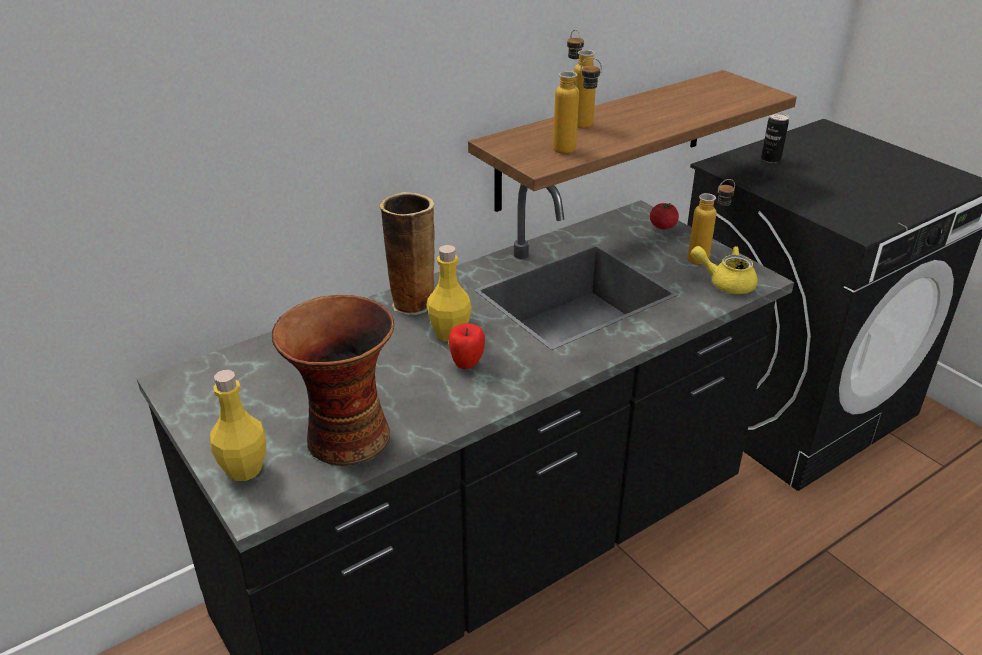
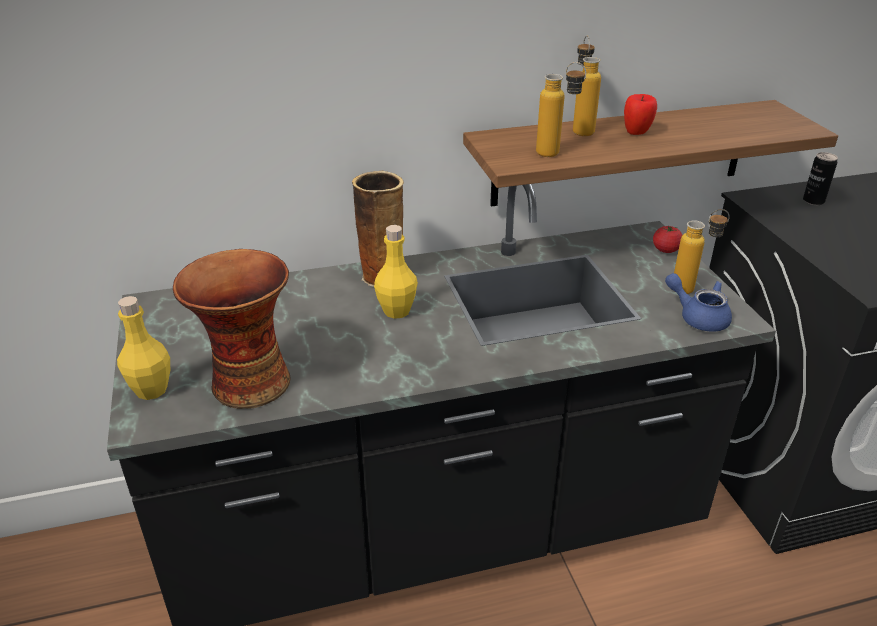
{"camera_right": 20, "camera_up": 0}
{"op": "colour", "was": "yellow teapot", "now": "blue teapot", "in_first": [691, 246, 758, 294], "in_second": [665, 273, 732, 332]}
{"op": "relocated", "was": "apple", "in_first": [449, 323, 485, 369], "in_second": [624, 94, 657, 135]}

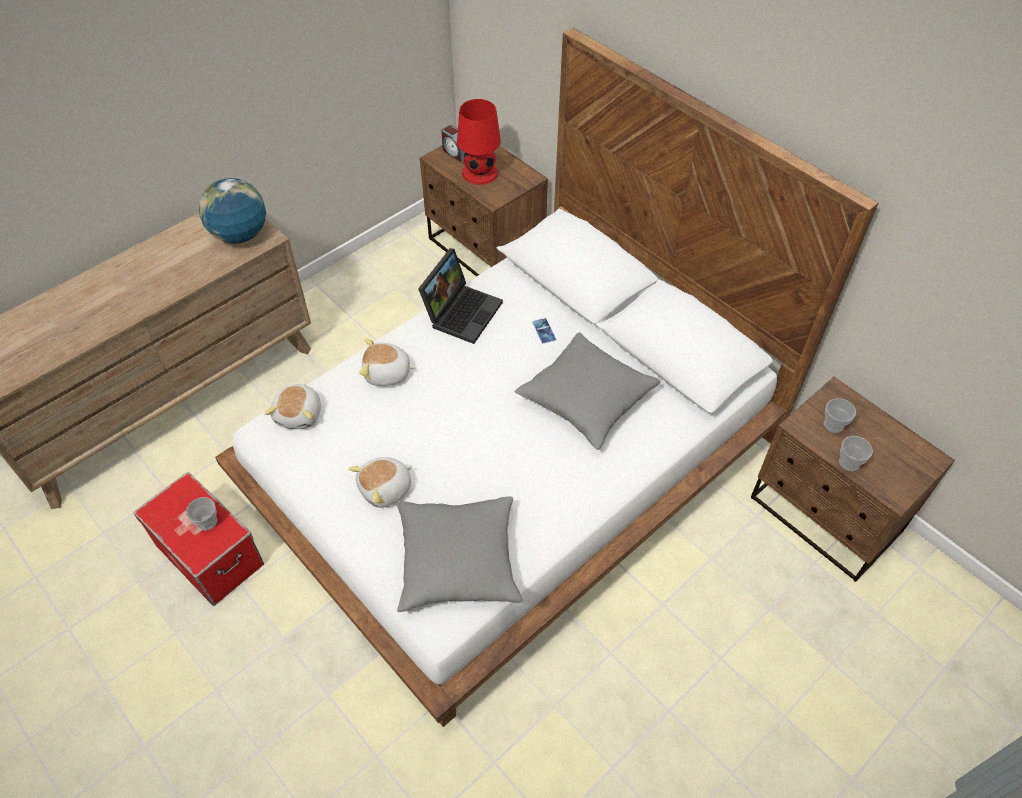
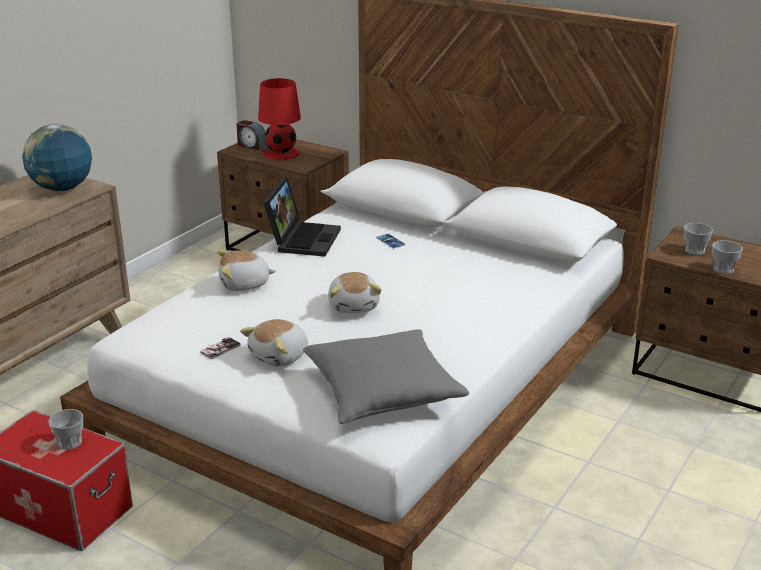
{"camera_right": -15, "camera_up": -25}
{"op": "missing", "was": "grey pillow", "in_first": [515, 332, 660, 450]}
{"op": "relocated", "was": "plush toy", "in_first": [264, 383, 321, 429], "in_second": [328, 272, 382, 313]}
{"op": "appeared", "now": "phone", "in_second": [200, 337, 241, 359]}

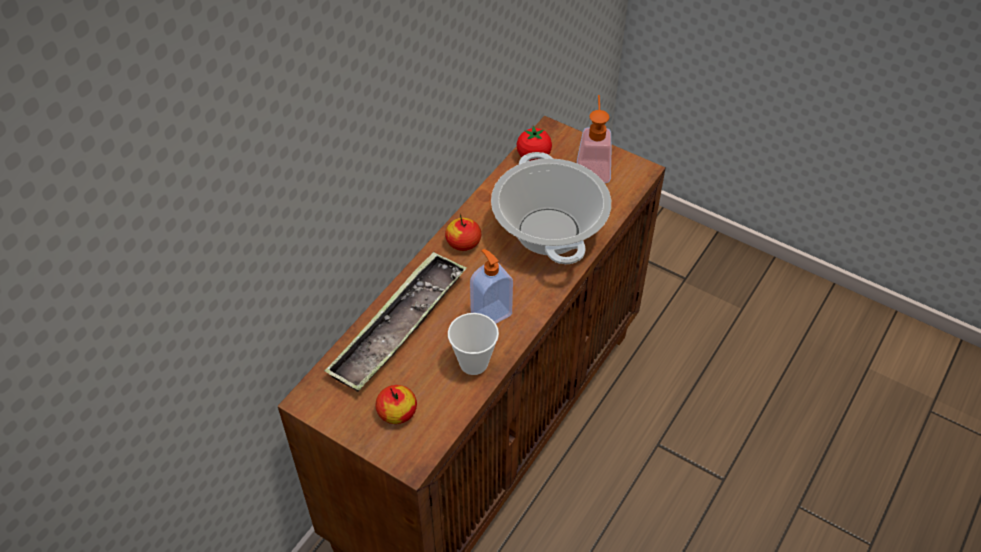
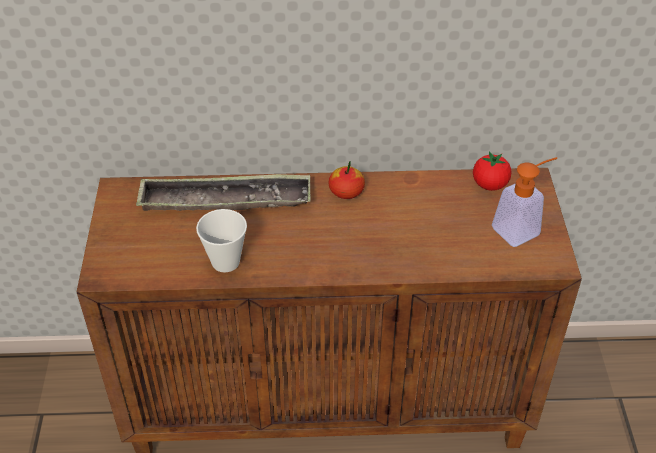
{"camera_right": 55, "camera_up": -5}
{"op": "missing", "was": "cooking pot", "in_first": [491, 152, 611, 264]}
{"op": "missing", "was": "soap dispenser", "in_first": [470, 249, 513, 324]}
{"op": "missing", "was": "apple", "in_first": [375, 385, 417, 424]}

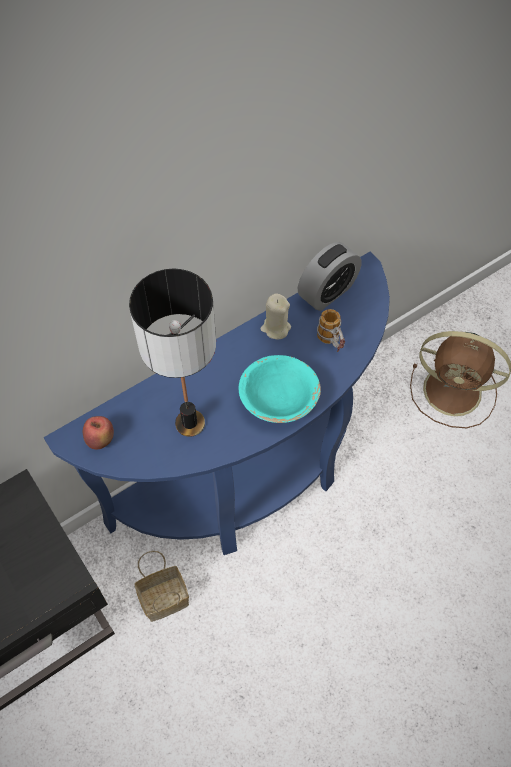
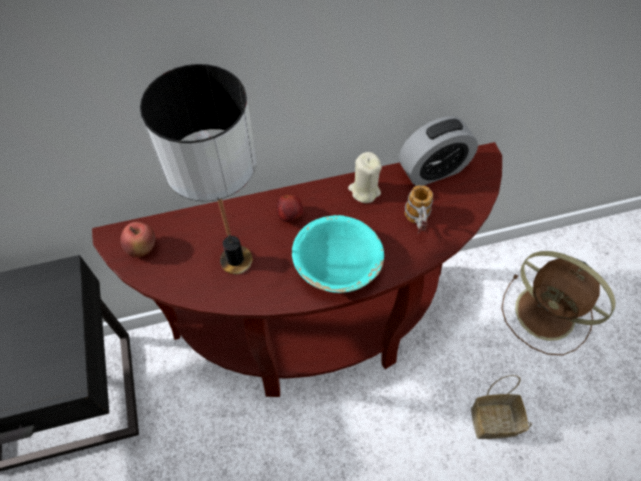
{"camera_right": 20, "camera_up": 0}
{"op": "colour", "was": "blue console table", "now": "brown console table", "in_first": [44, 251, 390, 555], "in_second": [92, 142, 502, 397]}
{"op": "relocated", "was": "basket", "in_first": [134, 551, 189, 622], "in_second": [471, 375, 532, 439]}
{"op": "appeared", "now": "apple", "in_second": [277, 195, 303, 222]}

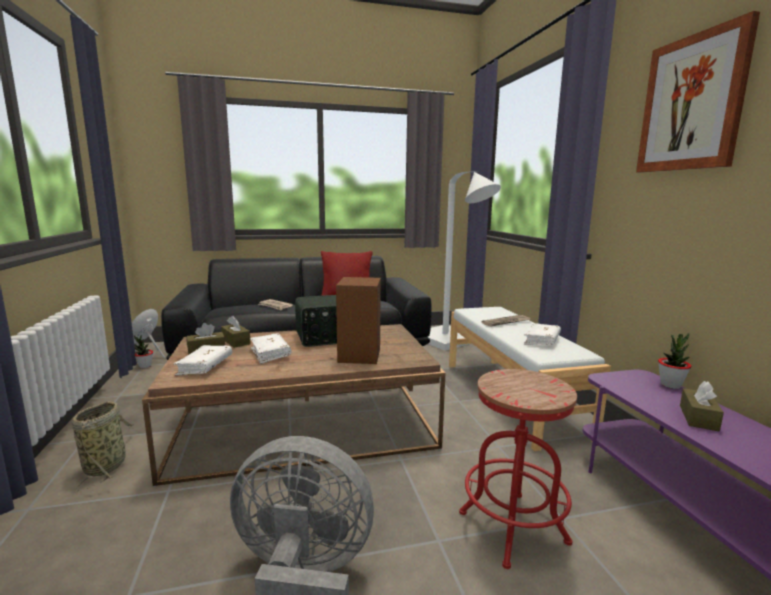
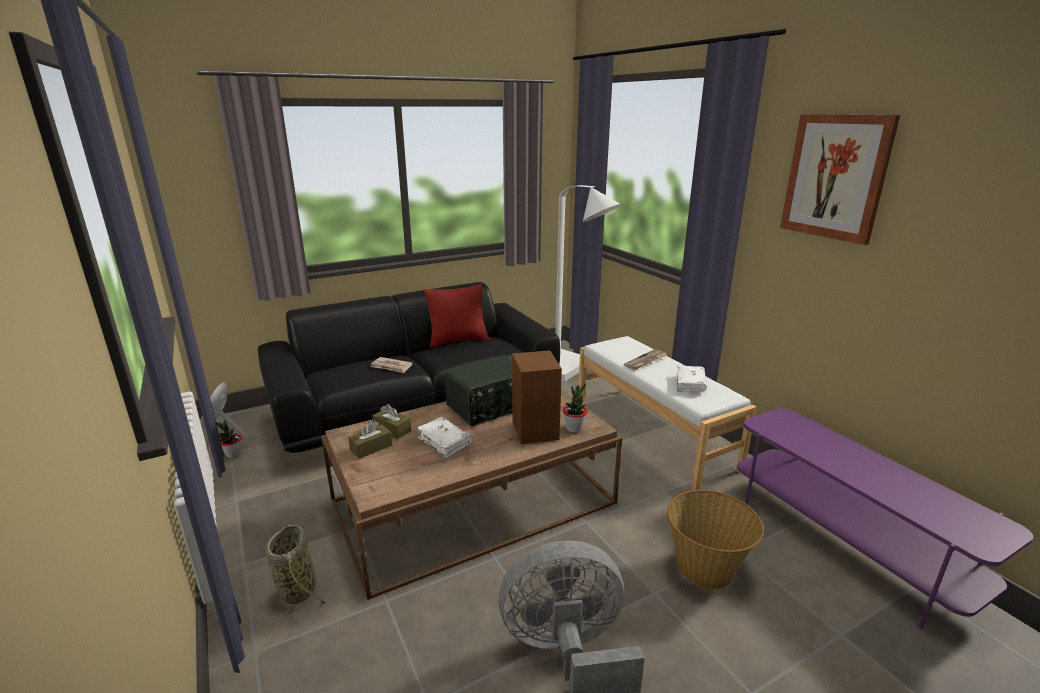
{"camera_right": -15, "camera_up": 10}
{"op": "relocated", "was": "potted plant", "in_first": [658, 333, 691, 389], "in_second": [563, 384, 587, 433]}
{"op": "missing", "was": "white book", "in_first": [173, 345, 232, 376]}
{"op": "exchanged", "was": "red stool", "now": "basket", "in_first": [459, 369, 577, 569], "in_second": [667, 490, 764, 589]}
{"op": "missing", "was": "brown tissue box", "in_first": [680, 381, 724, 431]}

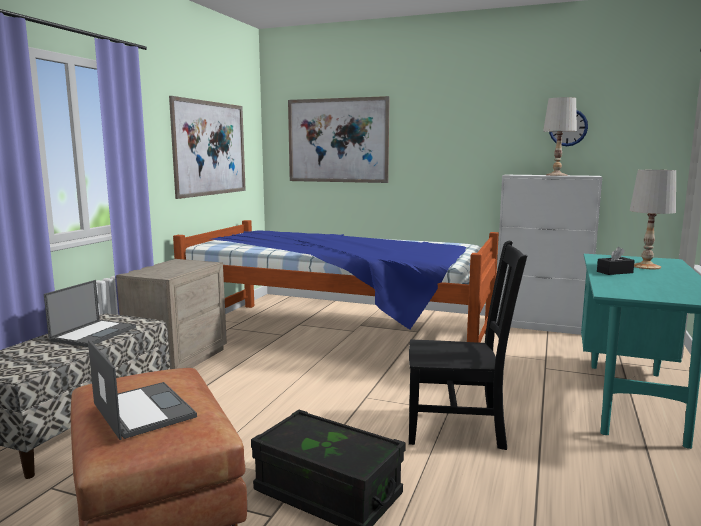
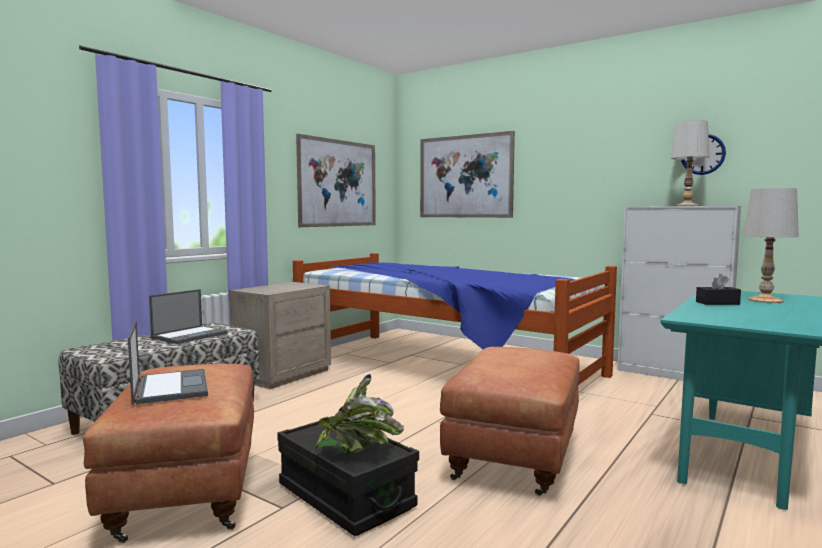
{"camera_right": 15, "camera_up": -5}
{"op": "exchanged", "was": "black chair", "now": "brown ottoman", "in_first": [409, 241, 527, 450], "in_second": [440, 347, 580, 496]}
{"op": "appeared", "now": "potted plant", "in_second": [311, 375, 404, 454]}

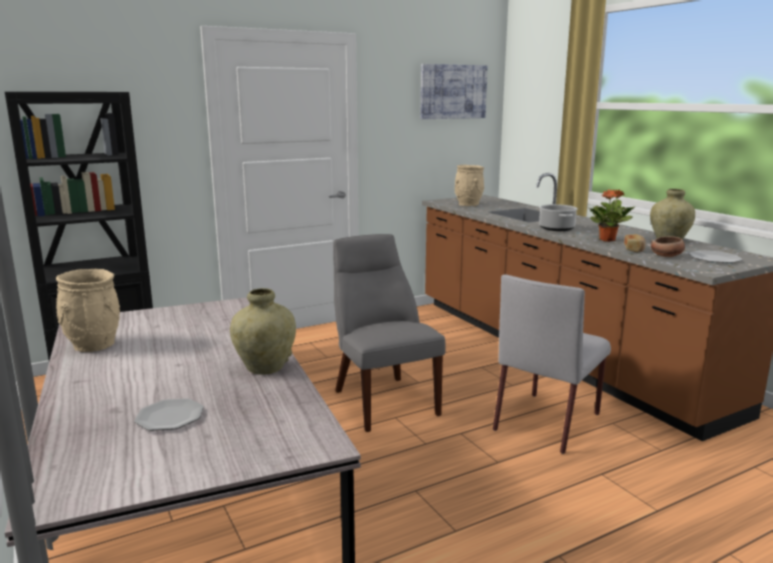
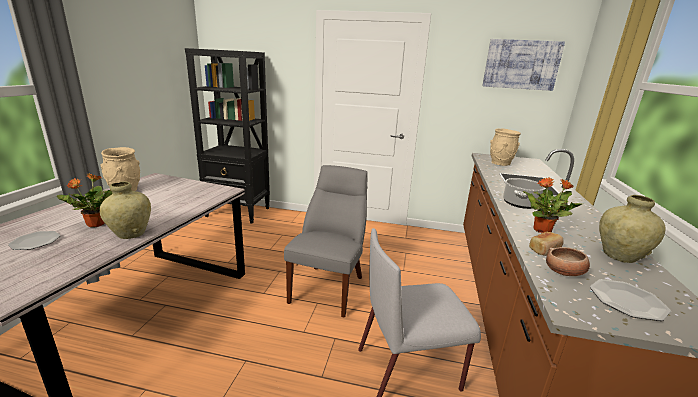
{"camera_right": 40, "camera_up": 5}
{"op": "appeared", "now": "potted plant", "in_second": [57, 173, 112, 227]}

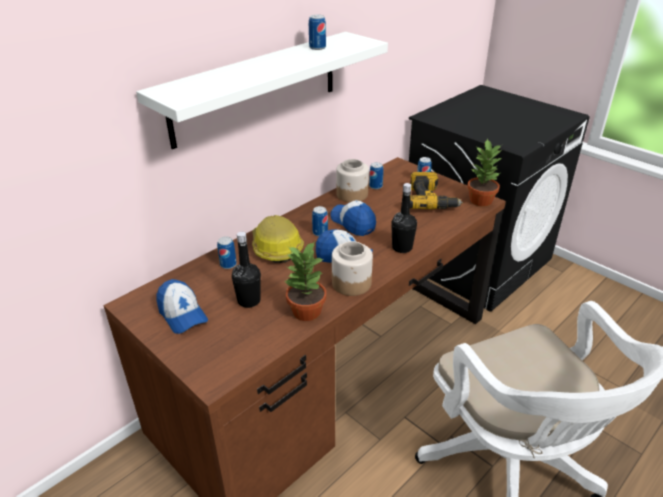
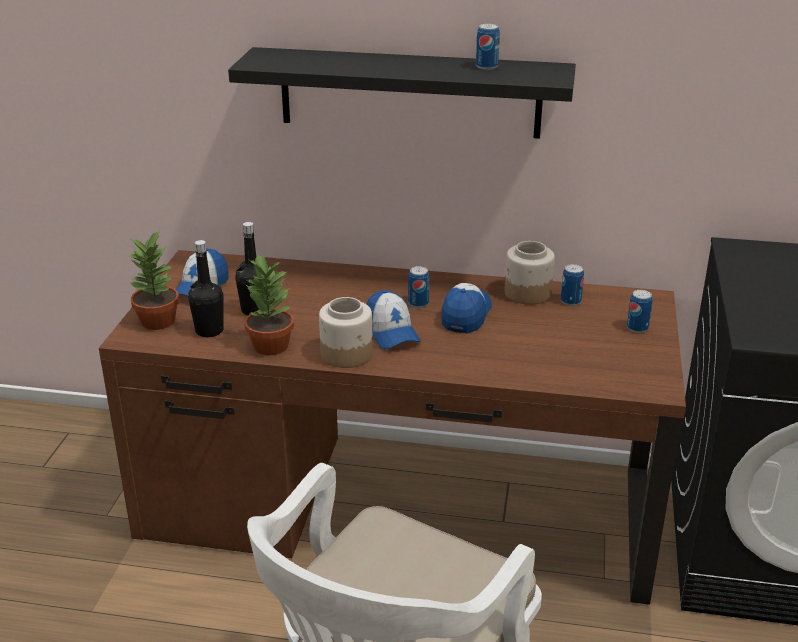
{"camera_right": 55, "camera_up": -5}
{"op": "colour", "was": "white shelf", "now": "black shelf", "in_first": [136, 32, 388, 149], "in_second": [228, 47, 576, 139]}
{"op": "relocated", "was": "potted plant", "in_first": [467, 139, 502, 207], "in_second": [128, 230, 179, 330]}
{"op": "missing", "was": "power drill", "in_first": [410, 172, 463, 209]}
{"op": "relocated", "was": "black bottle", "in_first": [391, 183, 417, 253], "in_second": [188, 240, 224, 337]}
{"op": "missing", "was": "hard hat", "in_first": [252, 215, 304, 263]}
{"op": "missing", "was": "can", "in_first": [217, 236, 237, 269]}

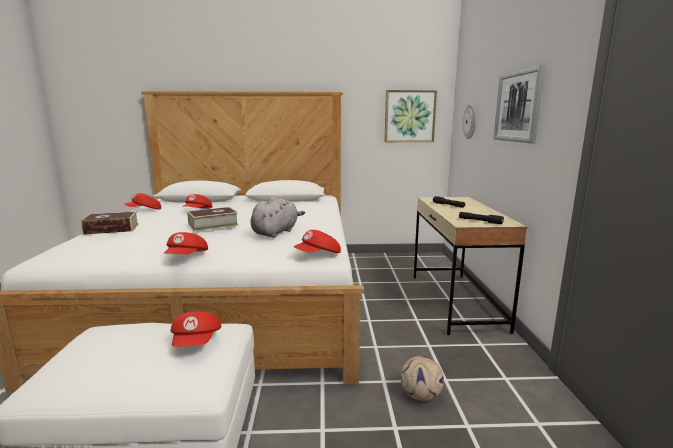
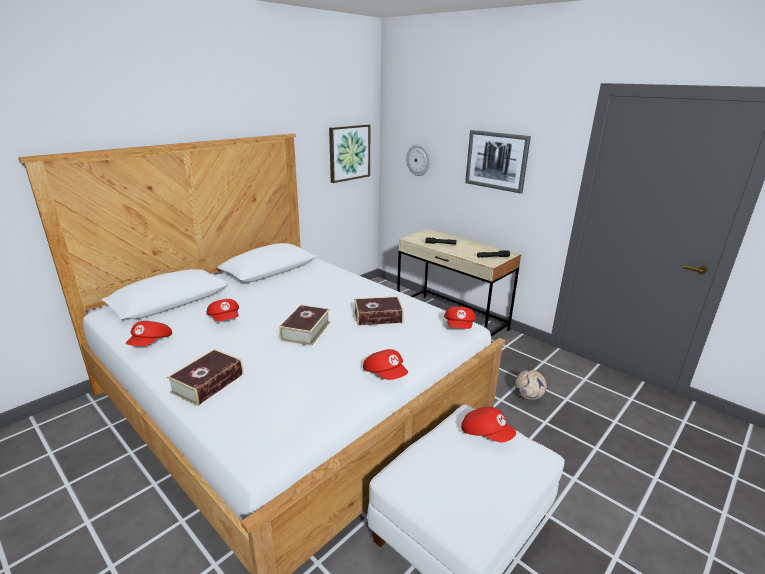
{"camera_right": -45, "camera_up": 10}
{"op": "exchanged", "was": "grey plush toy", "now": "book", "in_first": [251, 197, 305, 238], "in_second": [354, 296, 404, 326]}

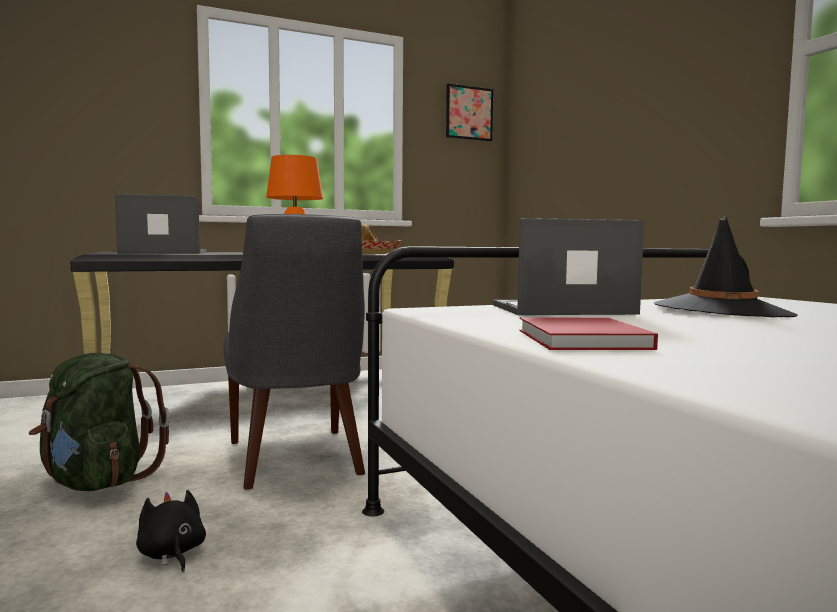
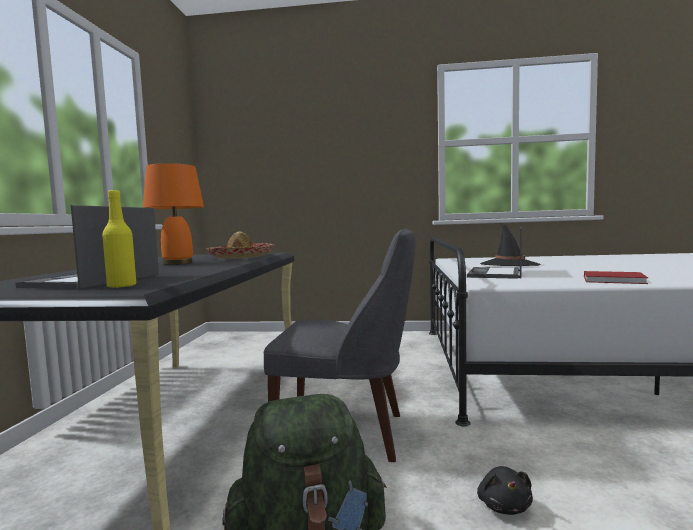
{"camera_right": -60, "camera_up": 0}
{"op": "missing", "was": "picture", "in_first": [446, 84, 493, 141]}
{"op": "spun", "was": "black plush toy", "in_first": [136, 490, 206, 572], "in_second": [477, 466, 533, 515], "clockwise": -90}
{"op": "appeared", "now": "yellow bottle", "in_second": [102, 190, 136, 288]}

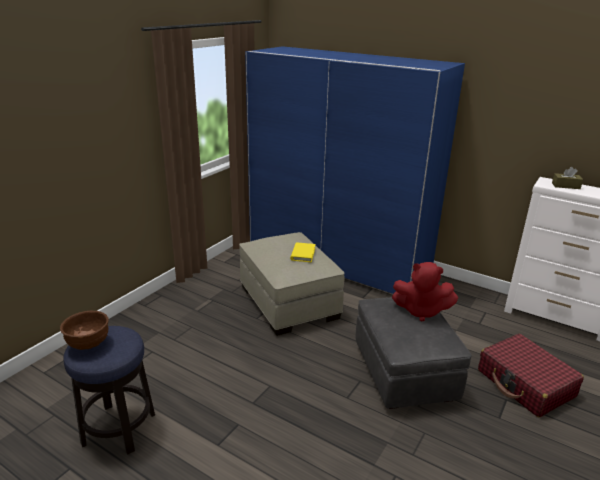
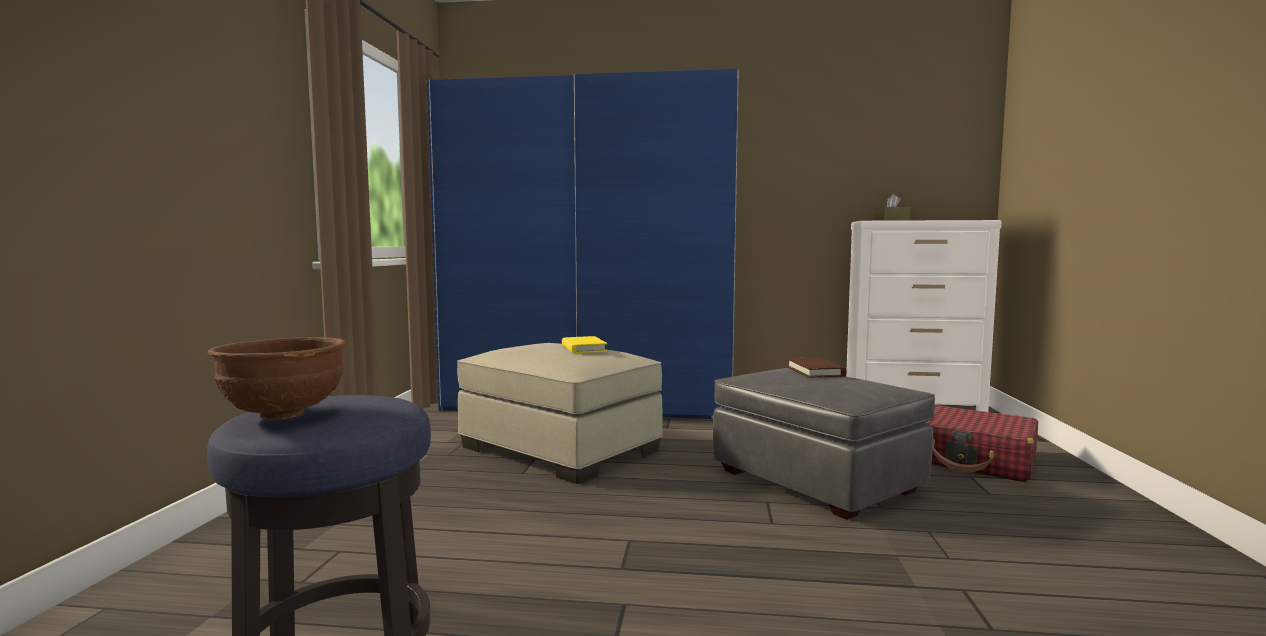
{"camera_right": -25, "camera_up": -20}
{"op": "exchanged", "was": "red plush toy", "now": "brown book", "in_first": [392, 262, 458, 322], "in_second": [786, 357, 847, 378]}

